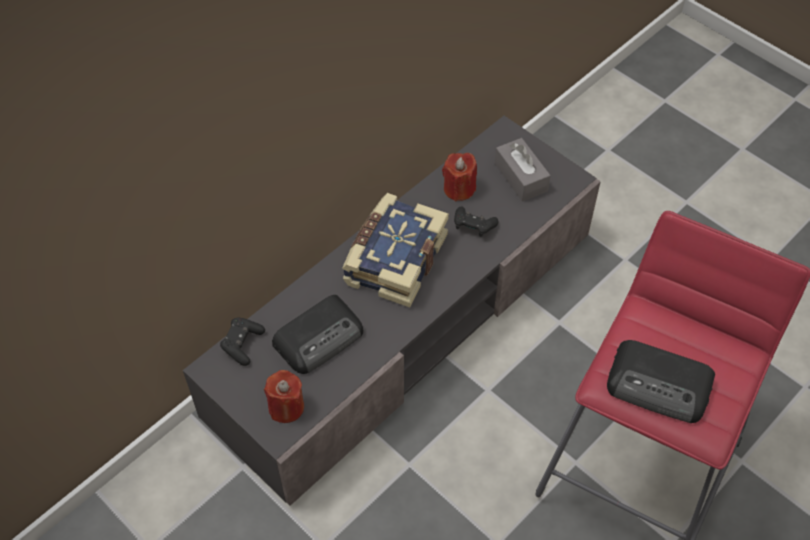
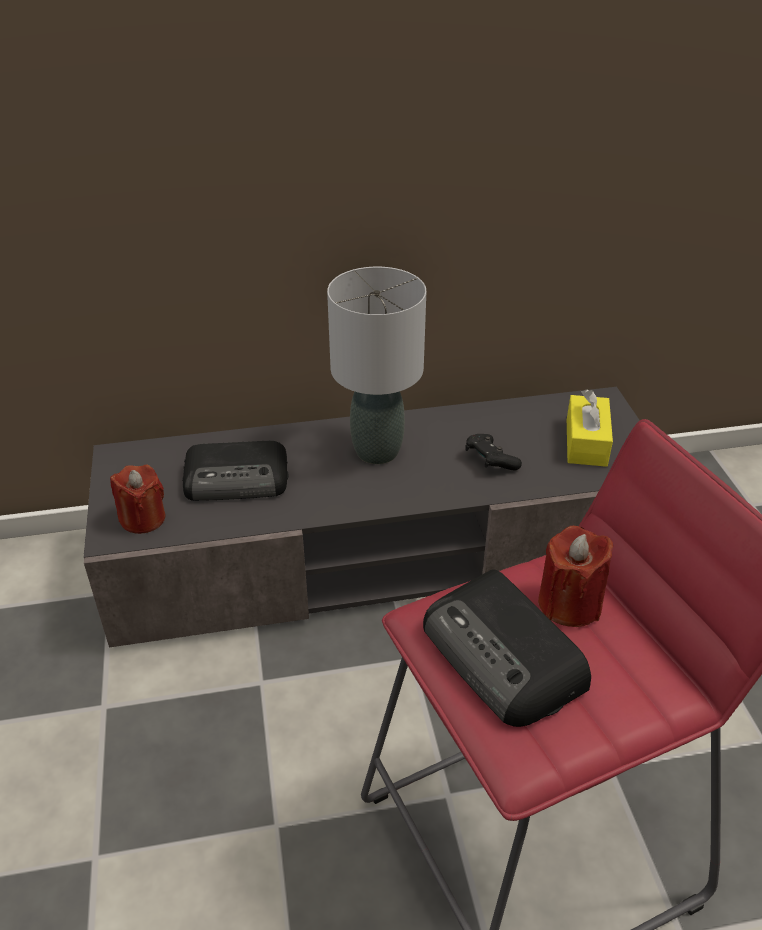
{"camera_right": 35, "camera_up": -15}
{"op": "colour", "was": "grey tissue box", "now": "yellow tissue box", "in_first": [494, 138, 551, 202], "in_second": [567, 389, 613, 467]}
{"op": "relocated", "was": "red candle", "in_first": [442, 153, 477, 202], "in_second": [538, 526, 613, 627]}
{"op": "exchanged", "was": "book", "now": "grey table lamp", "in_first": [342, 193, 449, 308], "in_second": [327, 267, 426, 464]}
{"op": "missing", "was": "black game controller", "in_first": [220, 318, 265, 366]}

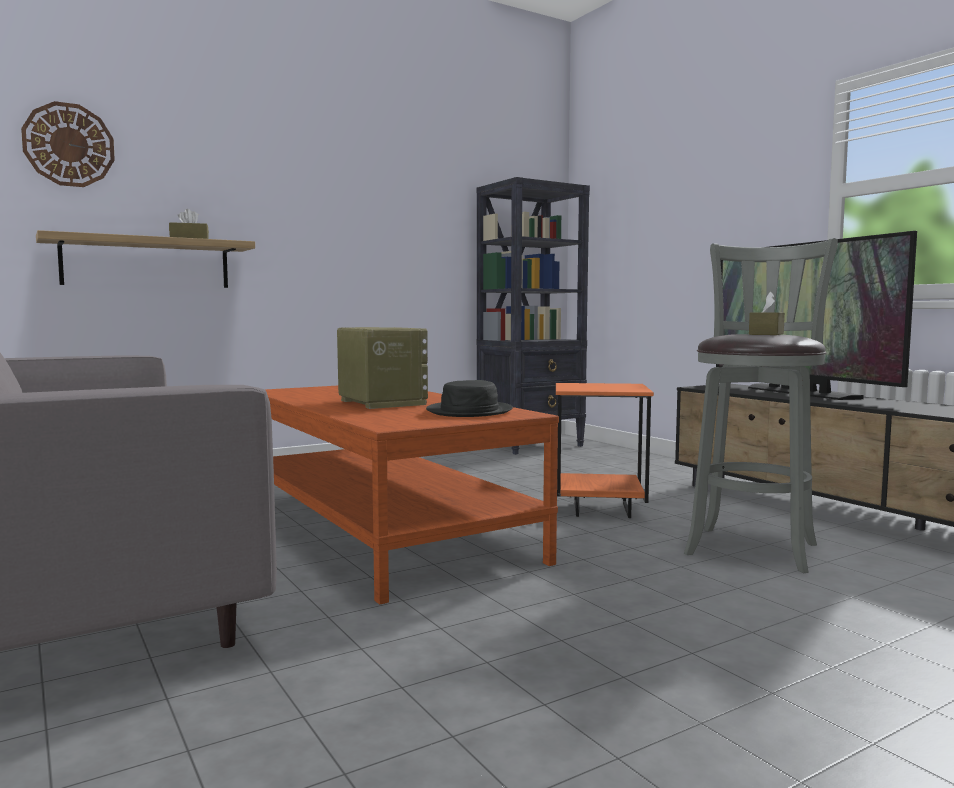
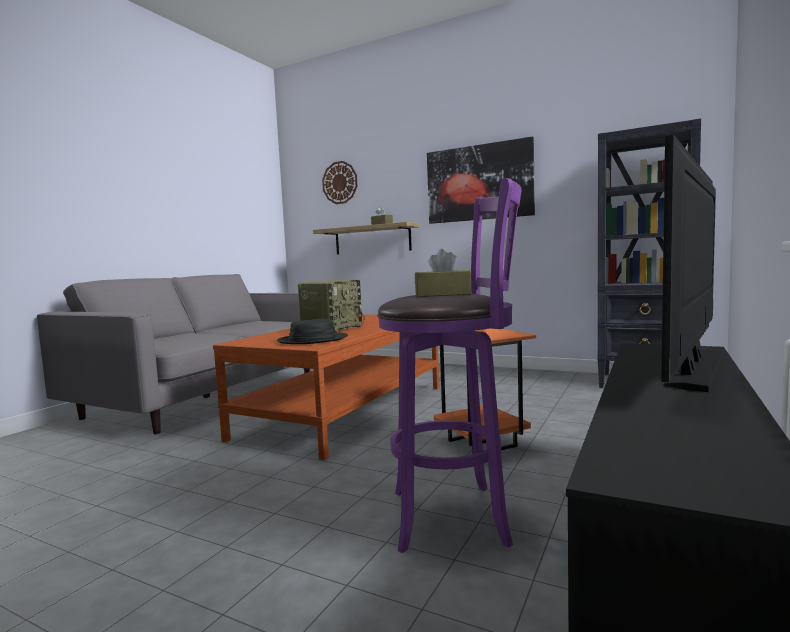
{"camera_right": 60, "camera_up": 0}
{"op": "colour", "was": "grey stool", "now": "purple stool", "in_first": [684, 238, 838, 573], "in_second": [377, 178, 522, 553]}
{"op": "appeared", "now": "picture", "in_second": [427, 136, 535, 224]}

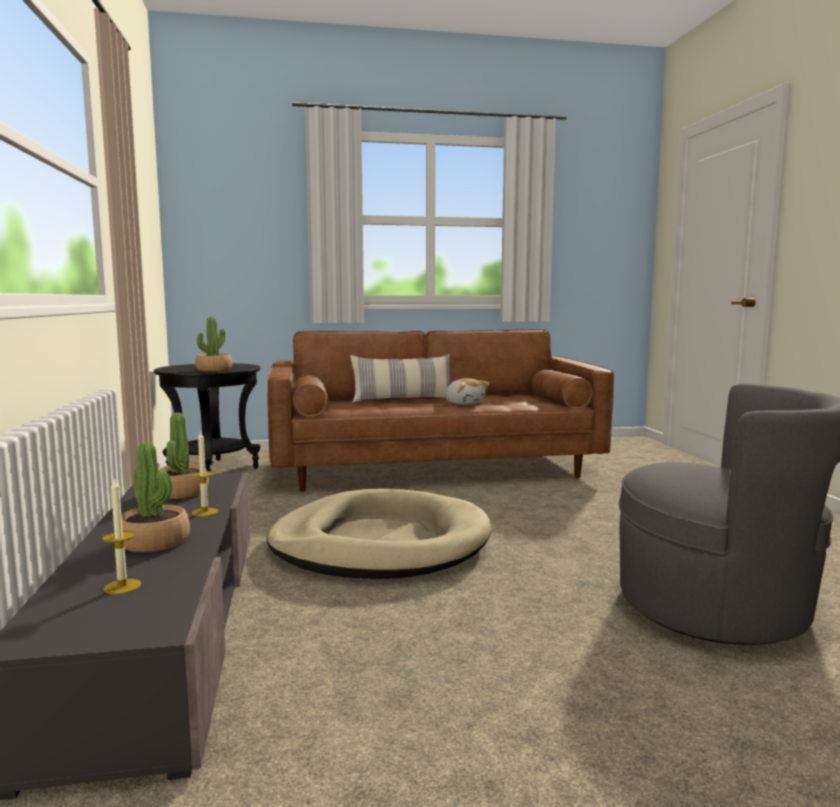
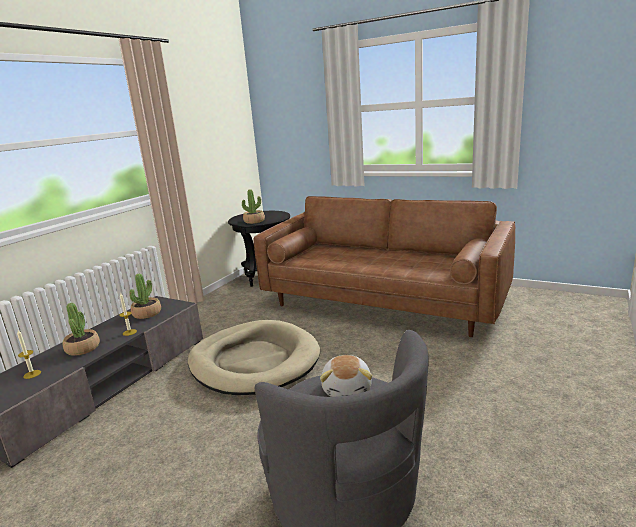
{"camera_right": 40, "camera_up": 10}
{"op": "missing", "was": "pillow", "in_first": [350, 354, 450, 402]}
{"op": "relocated", "was": "plush toy", "in_first": [445, 378, 490, 405], "in_second": [320, 355, 372, 397]}

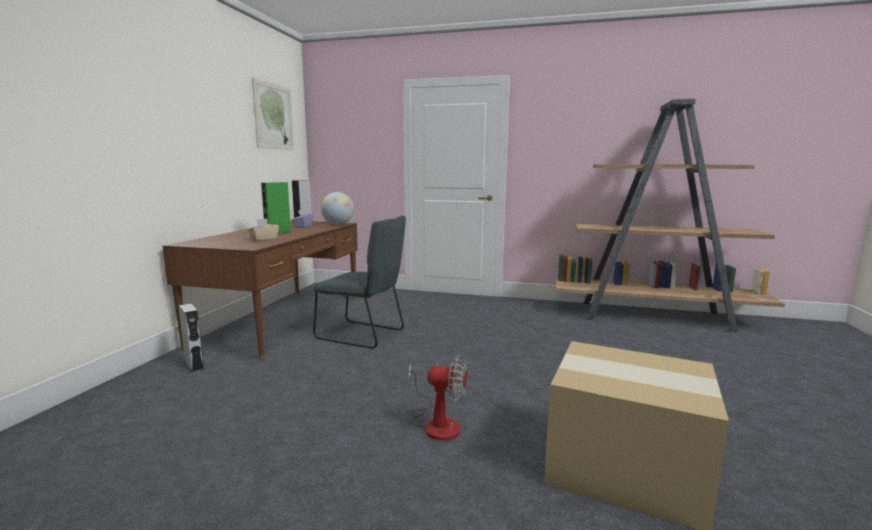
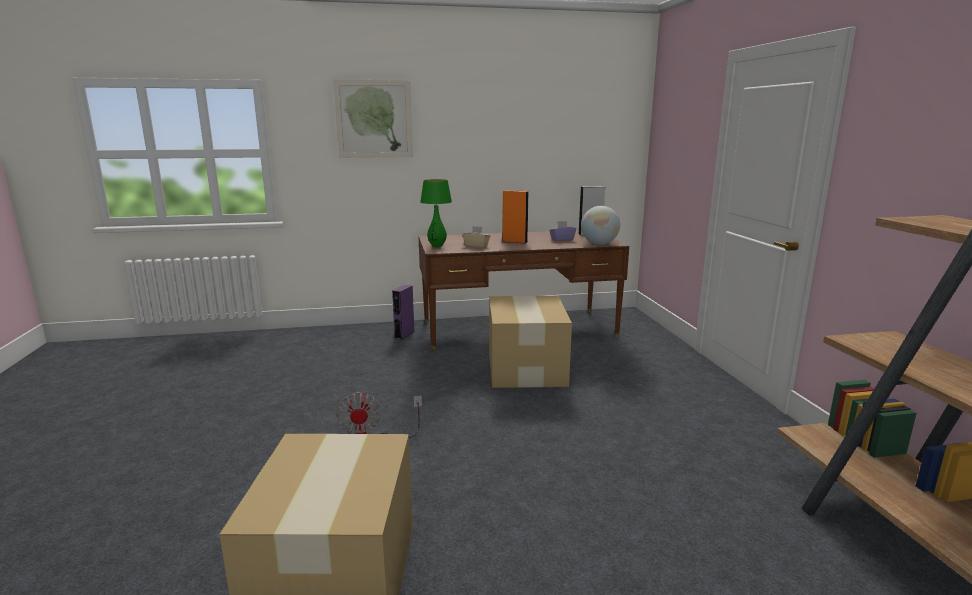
{"camera_right": 65, "camera_up": 5}
{"op": "relocated", "was": "picture", "in_first": [252, 78, 294, 150], "in_second": [333, 79, 413, 158]}
{"op": "colour", "was": "green speaker", "now": "orange speaker", "in_first": [261, 182, 291, 234], "in_second": [502, 190, 529, 243]}
{"op": "exchanged", "was": "grey chair", "now": "cardboard box", "in_first": [313, 216, 406, 349], "in_second": [489, 296, 572, 388]}
{"op": "colour", "was": "grey speaker", "now": "purple speaker", "in_first": [178, 303, 204, 373], "in_second": [392, 285, 414, 339]}
{"op": "appeared", "now": "green table lamp", "in_second": [420, 179, 452, 247]}

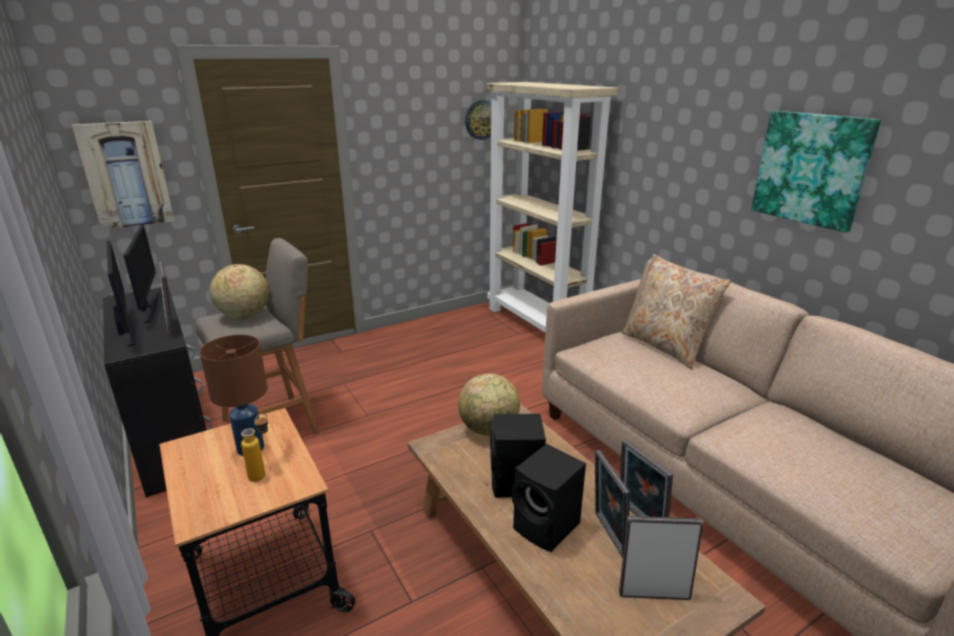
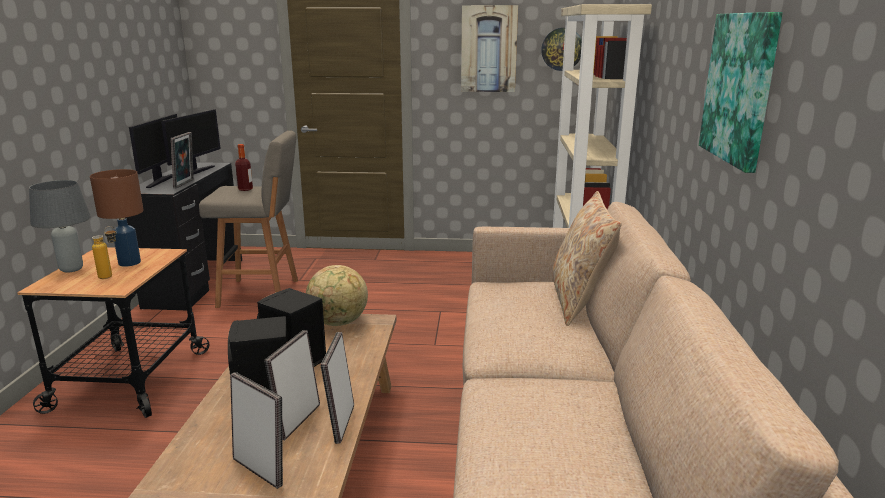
{"camera_right": 35, "camera_up": -5}
{"op": "relocated", "was": "picture", "in_first": [72, 121, 175, 230], "in_second": [461, 5, 518, 92]}
{"op": "exchanged", "was": "globe", "now": "bottle", "in_first": [210, 264, 269, 319], "in_second": [235, 144, 253, 191]}
{"op": "appeared", "now": "grey table lamp", "in_second": [29, 180, 91, 272]}

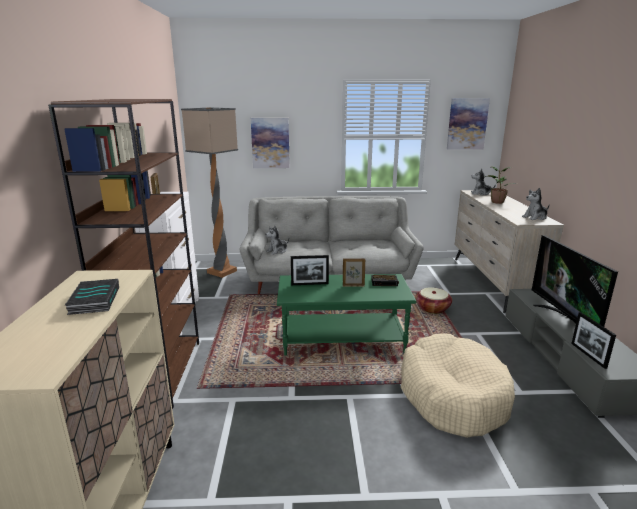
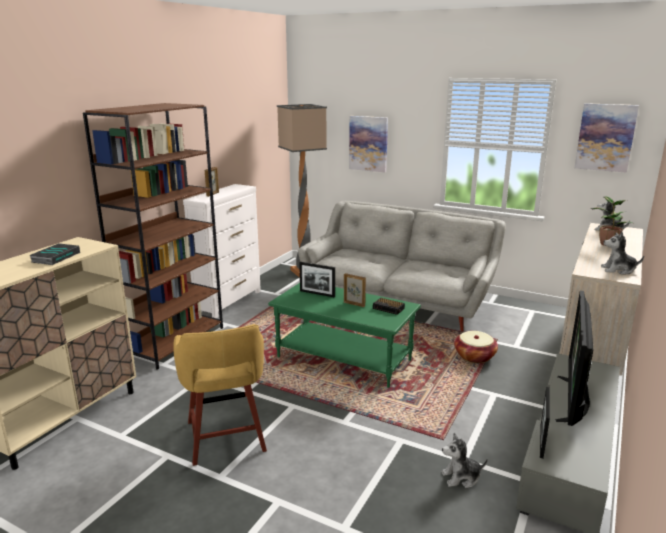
{"camera_right": 30, "camera_up": 0}
{"op": "relocated", "was": "plush toy", "in_first": [265, 225, 289, 255], "in_second": [441, 433, 488, 488]}
{"op": "missing", "was": "beige dog bed", "in_first": [401, 333, 515, 438]}
{"op": "appeared", "now": "yellow stool", "in_second": [173, 324, 267, 466]}

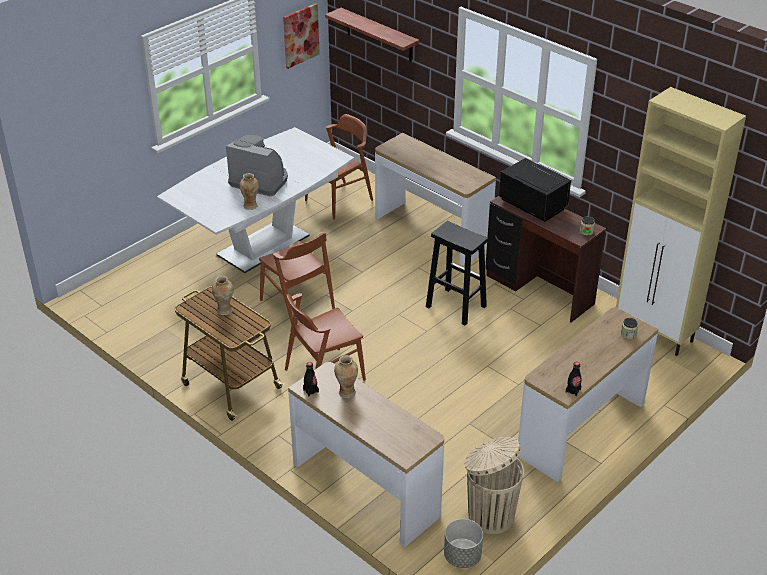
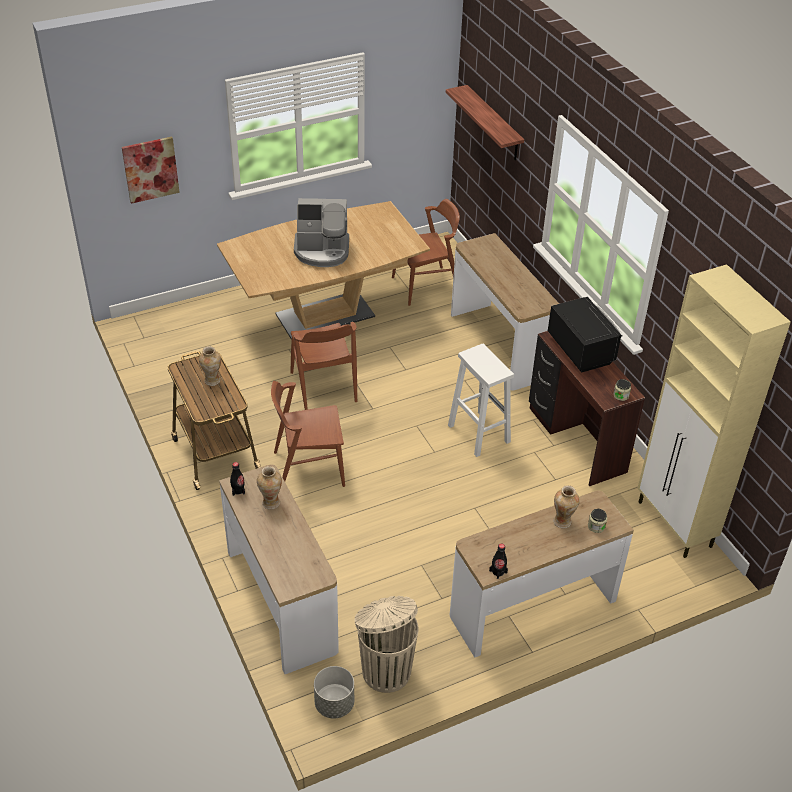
{"camera_right": 20, "camera_up": 5}
{"op": "relocated", "was": "picture", "in_first": [283, 3, 320, 69], "in_second": [122, 137, 180, 204]}
{"op": "colour", "was": "white dining table", "now": "brown dining table", "in_first": [157, 127, 354, 273], "in_second": [217, 201, 430, 340]}
{"op": "spun", "was": "coffee machine", "in_first": [226, 135, 288, 196], "in_second": [294, 198, 349, 267], "clockwise": 135}
{"op": "relocated", "was": "vase", "in_first": [239, 173, 259, 210], "in_second": [553, 485, 580, 528]}
{"op": "colour", "was": "black stool", "now": "white stool", "in_first": [426, 221, 488, 325], "in_second": [448, 344, 514, 457]}

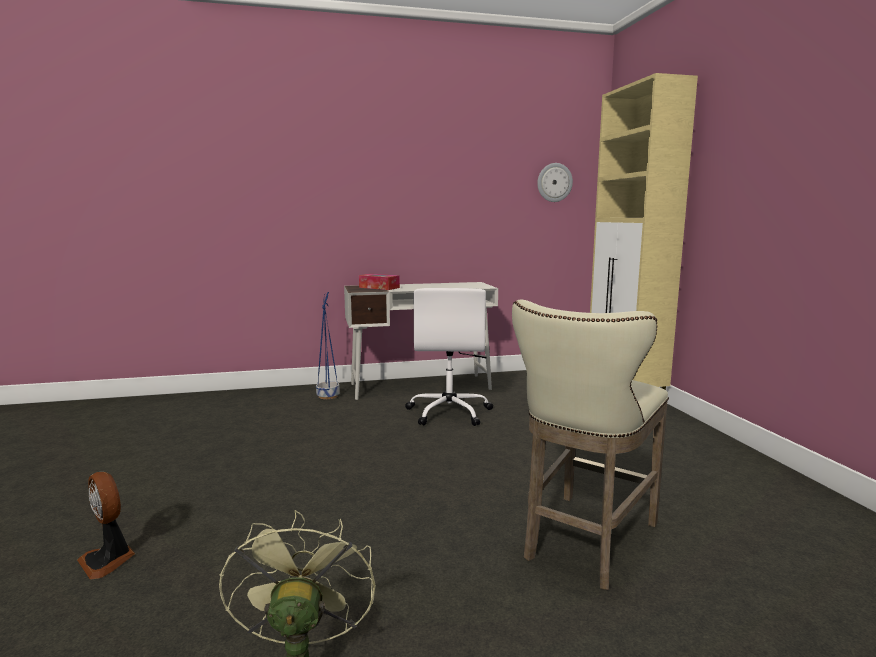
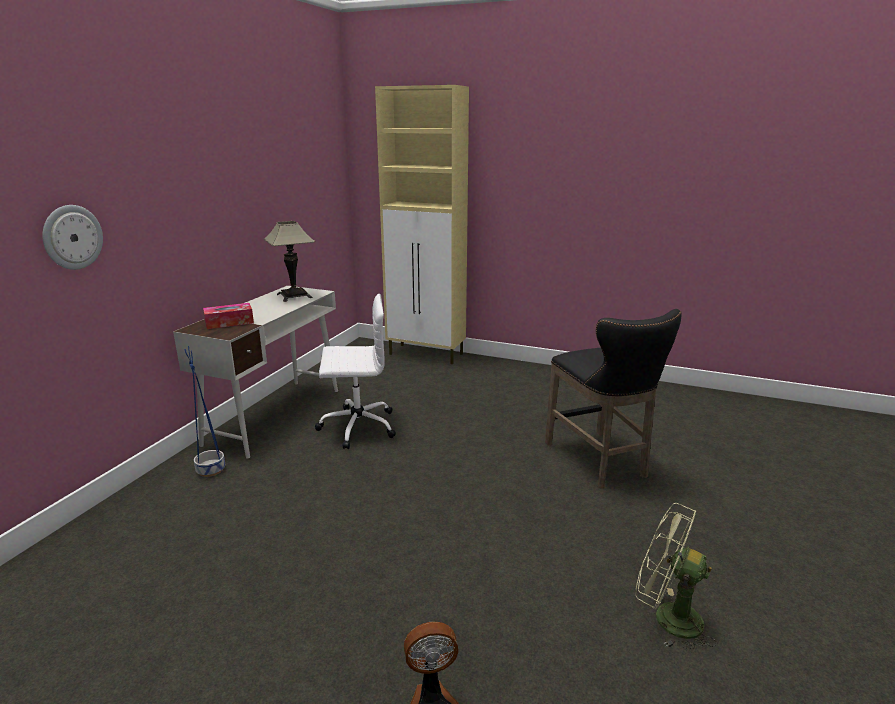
{"camera_right": -55, "camera_up": 10}
{"op": "relocated", "was": "wall clock", "in_first": [537, 163, 573, 202], "in_second": [43, 205, 103, 270]}
{"op": "spun", "was": "white office chair", "in_first": [405, 288, 493, 426], "in_second": [315, 294, 396, 449], "clockwise": -45}
{"op": "colour", "was": "beige stool", "now": "black stool", "in_first": [512, 300, 669, 590], "in_second": [545, 309, 682, 488]}
{"op": "appeared", "now": "table lamp", "in_second": [263, 221, 315, 302]}

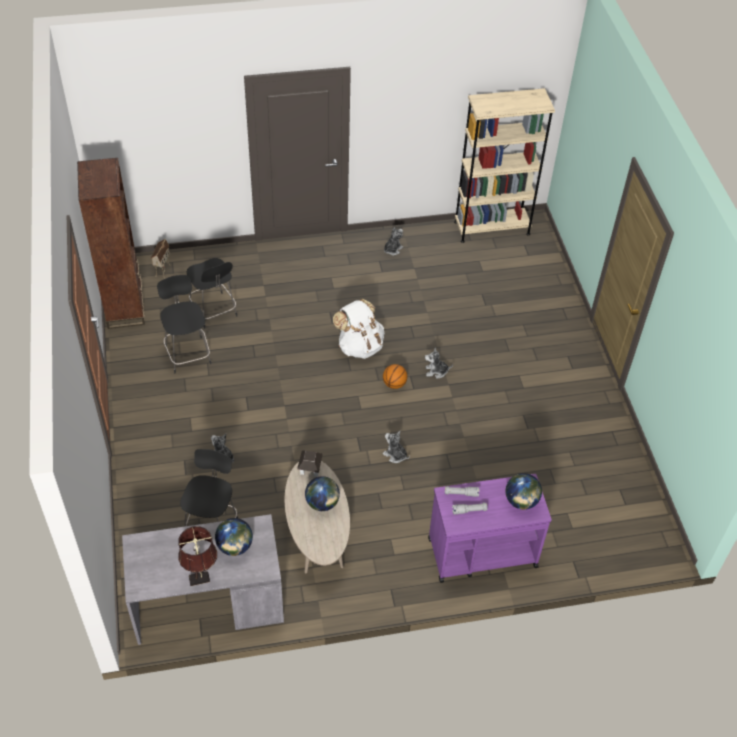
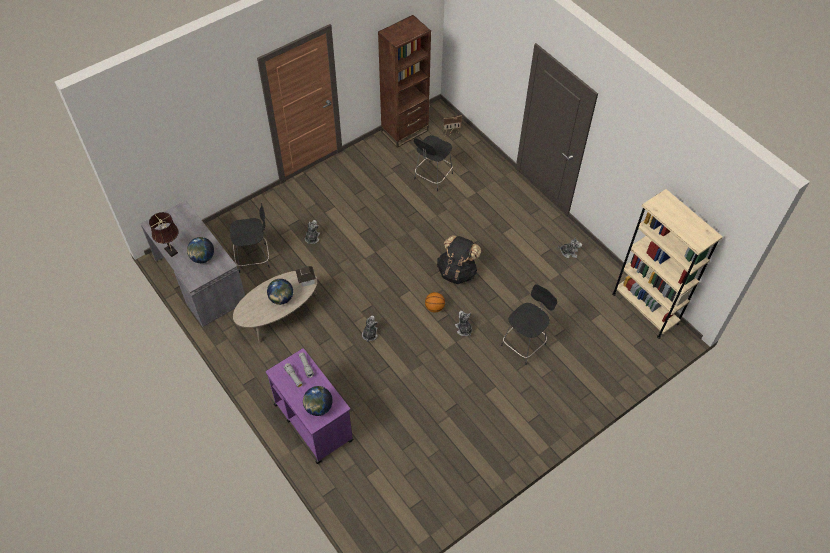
{"camera_right": 65, "camera_up": 5}
{"op": "relocated", "was": "black stool", "in_first": [157, 275, 211, 373], "in_second": [501, 284, 557, 365]}
{"op": "colour", "was": "white backpack", "now": "black backpack", "in_first": [333, 299, 384, 359], "in_second": [437, 235, 481, 284]}

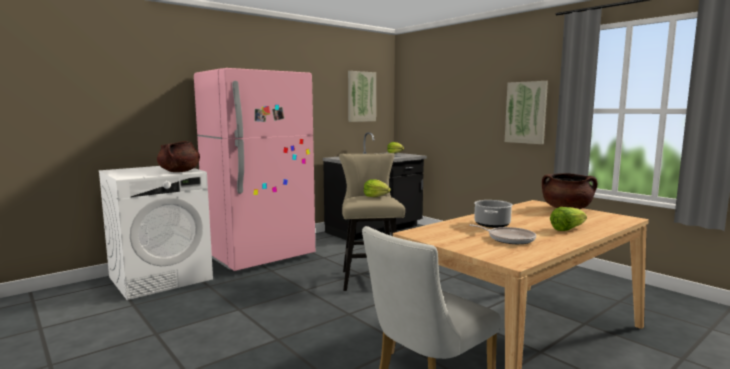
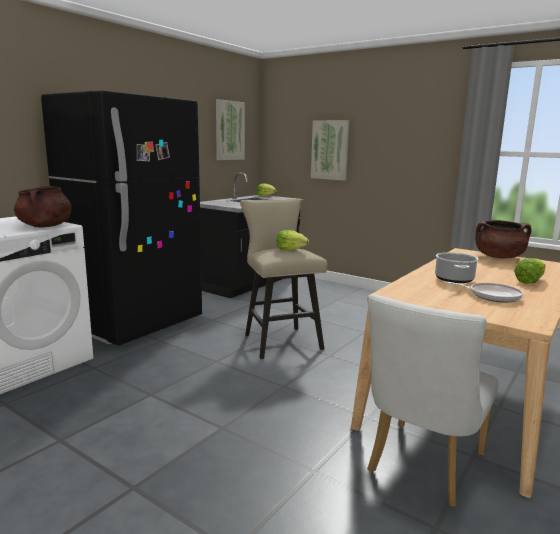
{"camera_right": -15, "camera_up": 5}
{"op": "colour", "was": "pink fridge", "now": "black fridge", "in_first": [194, 68, 315, 271], "in_second": [41, 90, 202, 346]}
{"op": "relocated", "was": "picture", "in_first": [505, 81, 548, 144], "in_second": [311, 120, 349, 180]}

